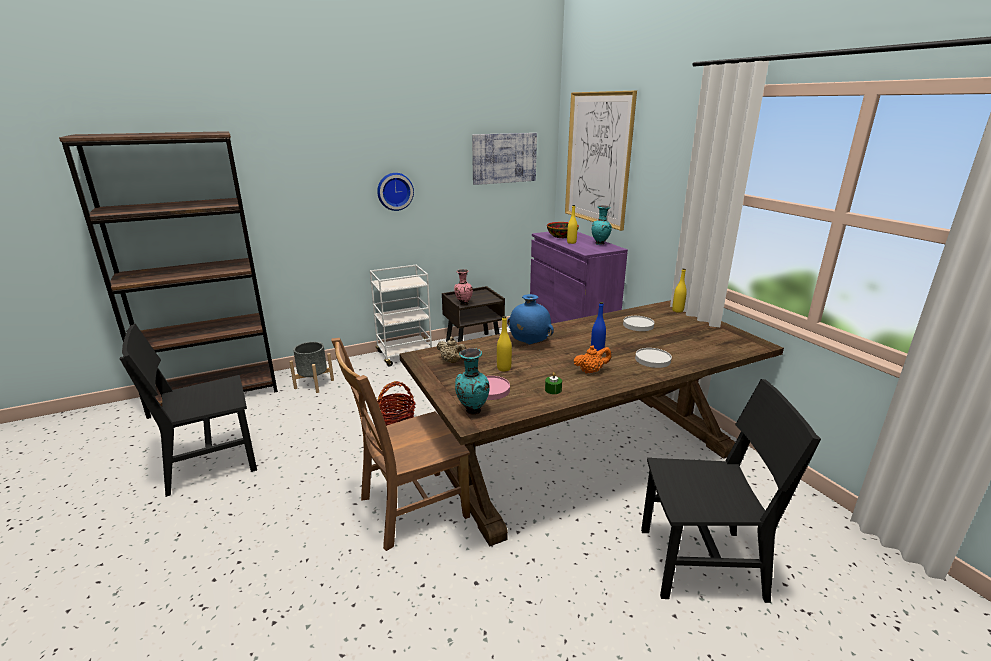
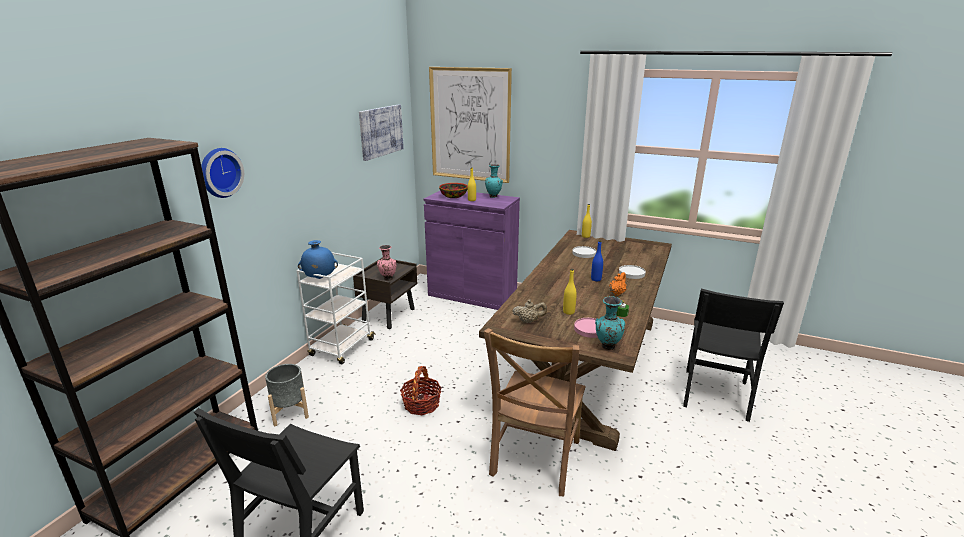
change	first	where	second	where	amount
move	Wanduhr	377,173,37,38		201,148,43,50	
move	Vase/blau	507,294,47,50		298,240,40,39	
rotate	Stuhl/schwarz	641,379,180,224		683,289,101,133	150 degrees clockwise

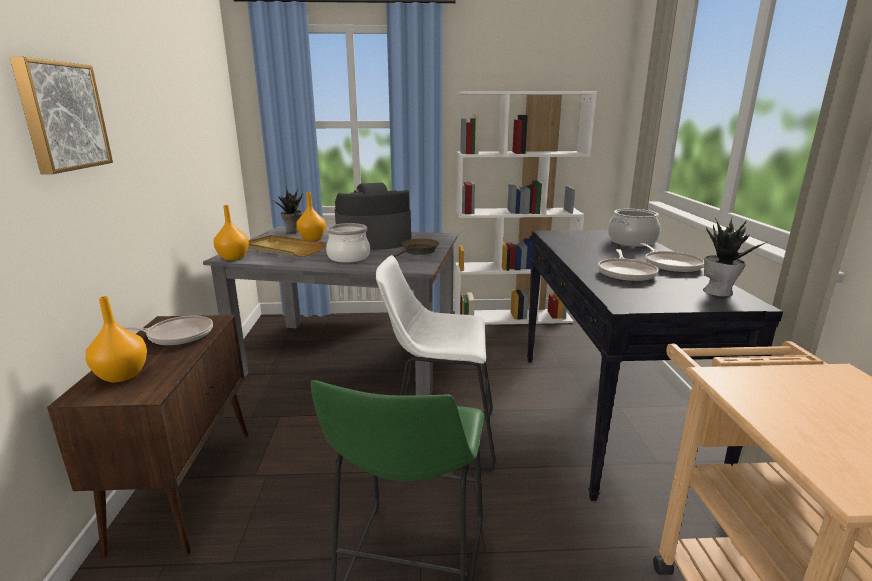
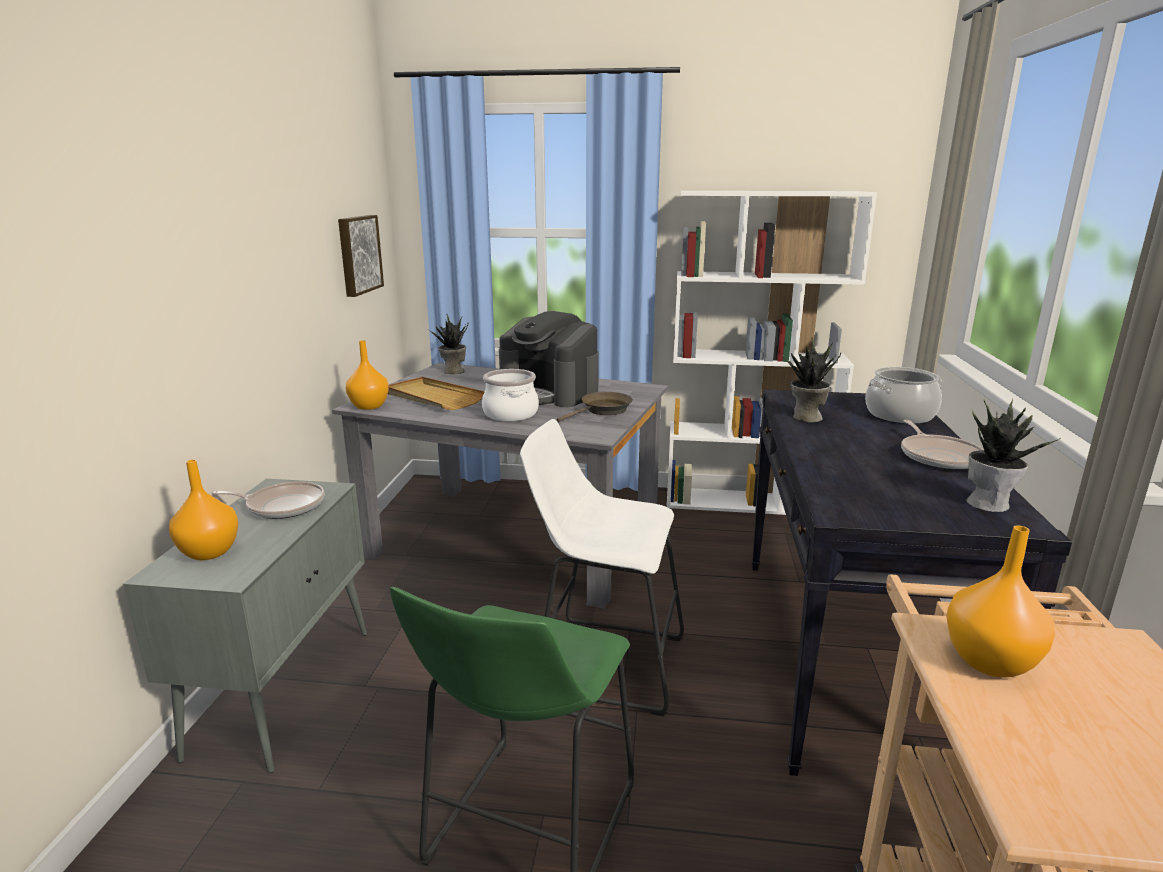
change	first	where	second	where	amount
move	Bild	10,57,103,117		338,215,46,82	
recolor	Schrank/braun	47,315,201,243	Schrank/grau	123,479,244,294	
move	Vase/orange	296,192,30,49		947,525,108,153	
rotate	Kaffeemaschine	335,183,76,67		499,311,100,96	135 degrees counterclockwise
delete	Pfanne	598,249,61,33			
insert			Topfpflanze	782,337,59,85	

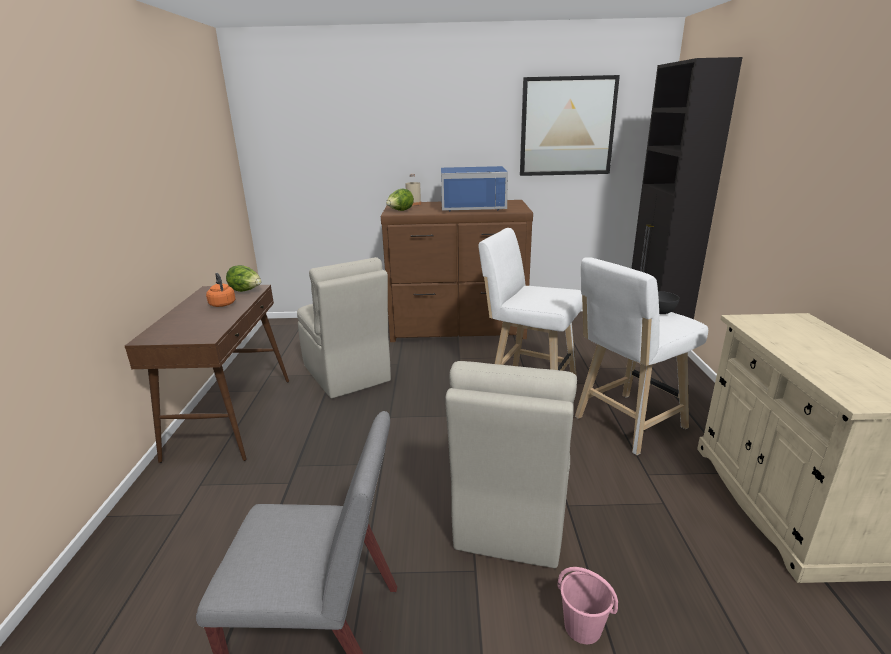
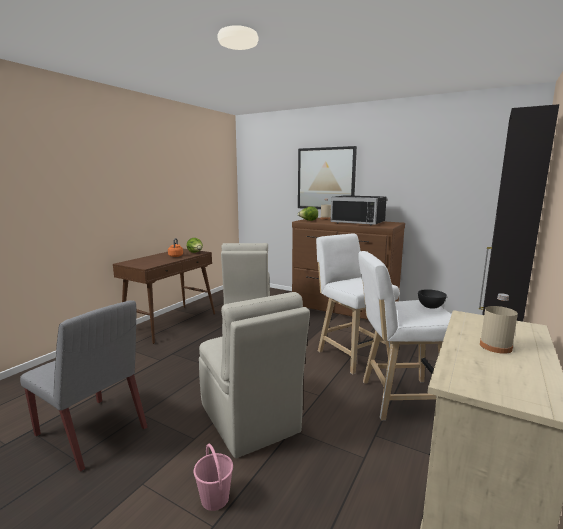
change	first	where	second	where	amount
recolor	Mikrowelle/blau	441,166,67,45	Mikrowelle/schwarz	330,195,57,31	
rotate	Stuhl/beige	445,361,132,207		199,292,111,166	75 degrees counterclockwise
move	Bild	520,75,100,101		298,146,59,63	
insert			Flasche/beige	480,293,38,61	

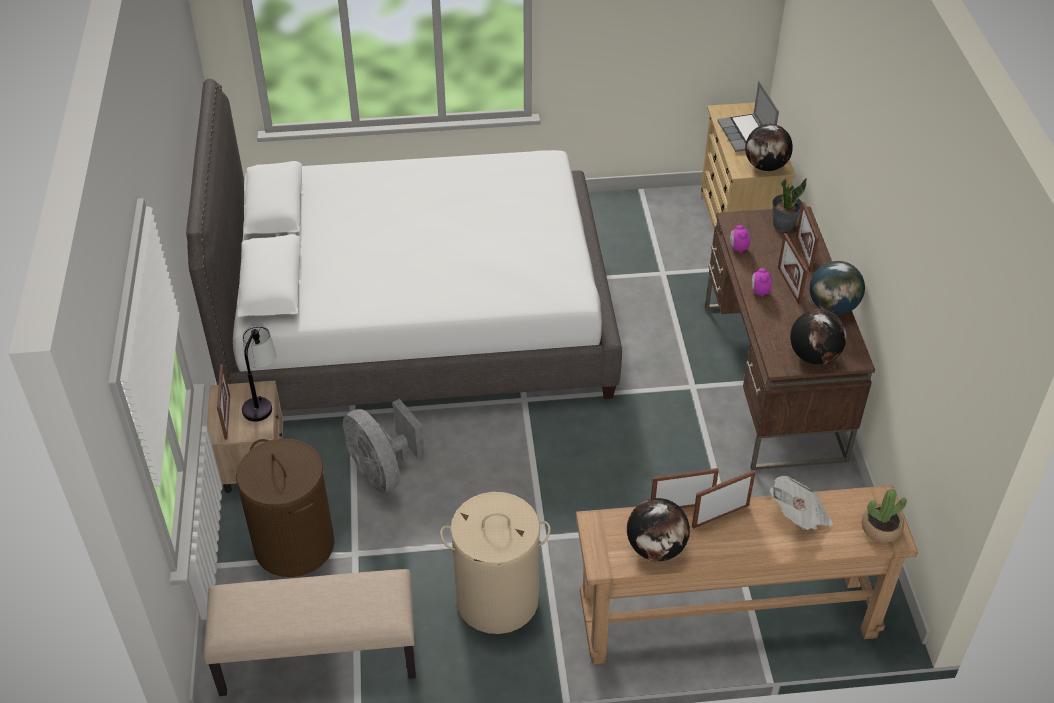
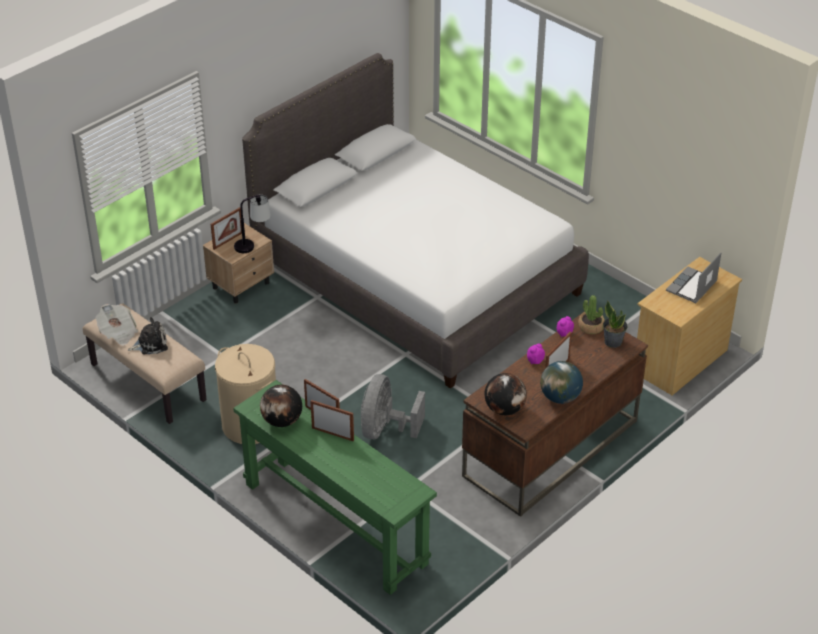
change	first	where	second	where	amount
delete	Wäschekorb/braun	236,438,99,139			
move	Ventilator/grau	343,399,82,94		361,374,64,65	
recolor	Konsolentisch/braun	576,485,342,179	Konsolentisch/grün	233,380,204,215	
delete	Globus	745,124,48,47			
move	Zeitung	770,476,63,54		96,304,42,42	
delete	Bilderrahmen	796,202,23,70			
move	Topfpflanze	861,489,46,54		578,295,27,39	
insert			Plüschtier	128,317,40,37	

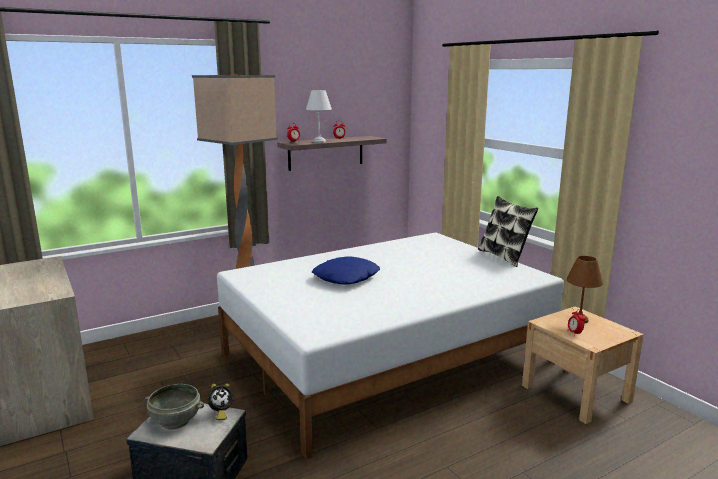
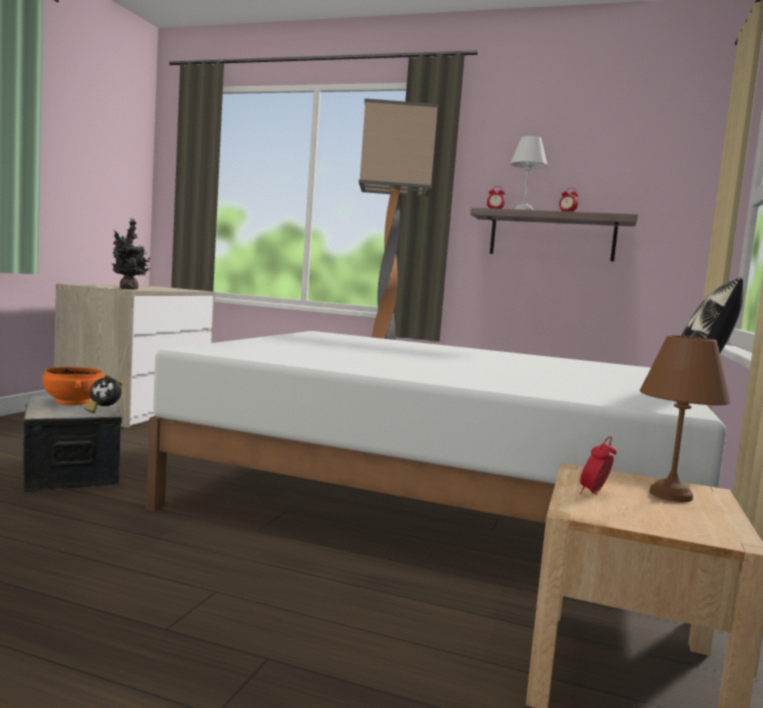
change	first	where	second	where	amount
recolor	Schüssel/grau	144,384,60,45	Schüssel/orange	42,367,62,38	
delete	Kissen/blau	312,256,68,29			
insert			Topfpflanze	112,218,39,71	

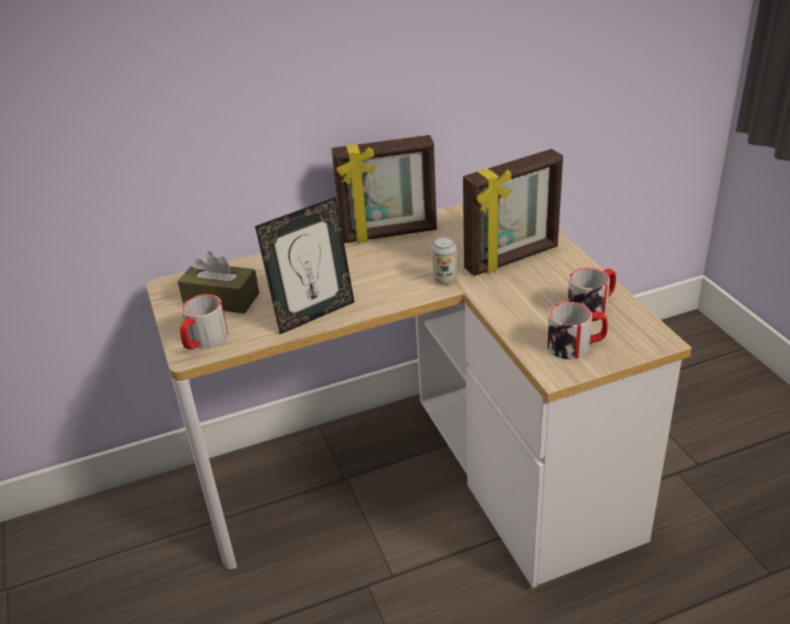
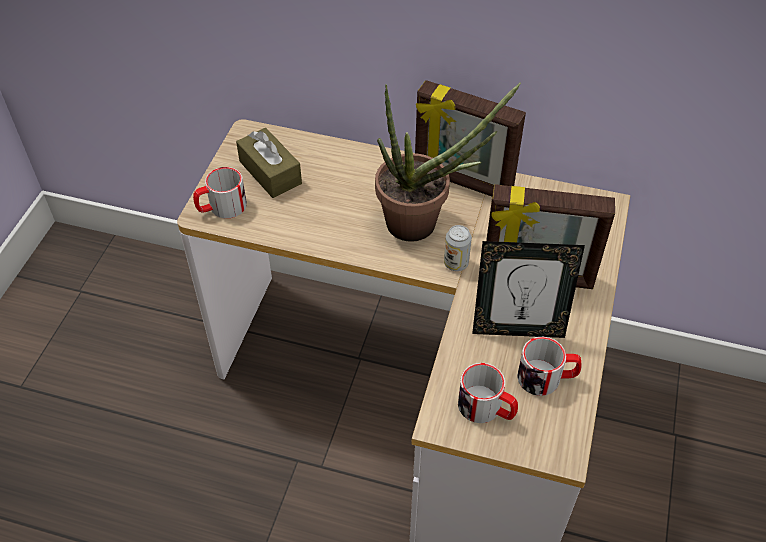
change	first	where	second	where	amount
move	Bilderrahmen	255,197,99,137		472,241,113,97	
insert			Topfpflanze	375,82,146,160	

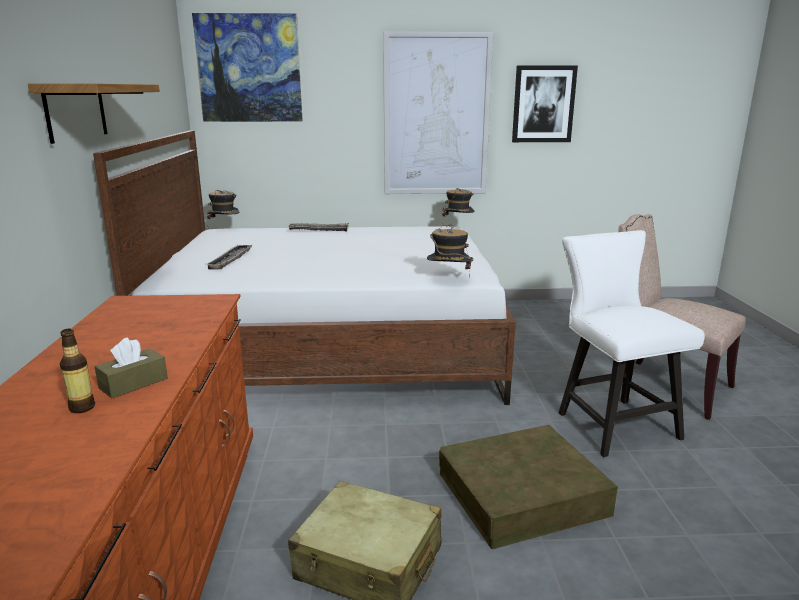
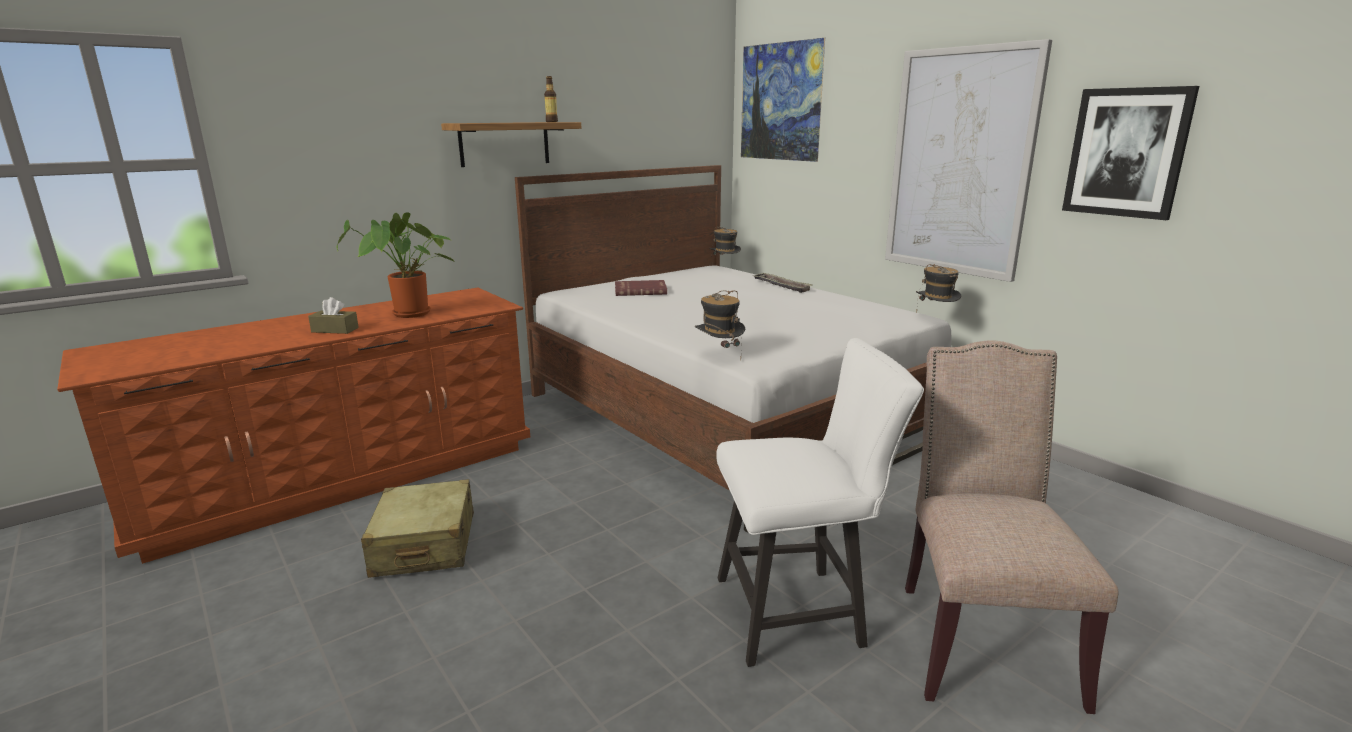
change	first	where	second	where	amount
move	Flasche	60,329,35,84		544,76,14,46	
replace	Tablett	205,245,47,25	Buch/rot	615,280,52,16	
delete	Aufbewahrungsbox/braun	439,425,179,124			
rotate	Stuhl/weiß	559,230,146,227		716,338,208,329	45 degrees clockwise
insert			Topfpflanze	337,212,118,106	

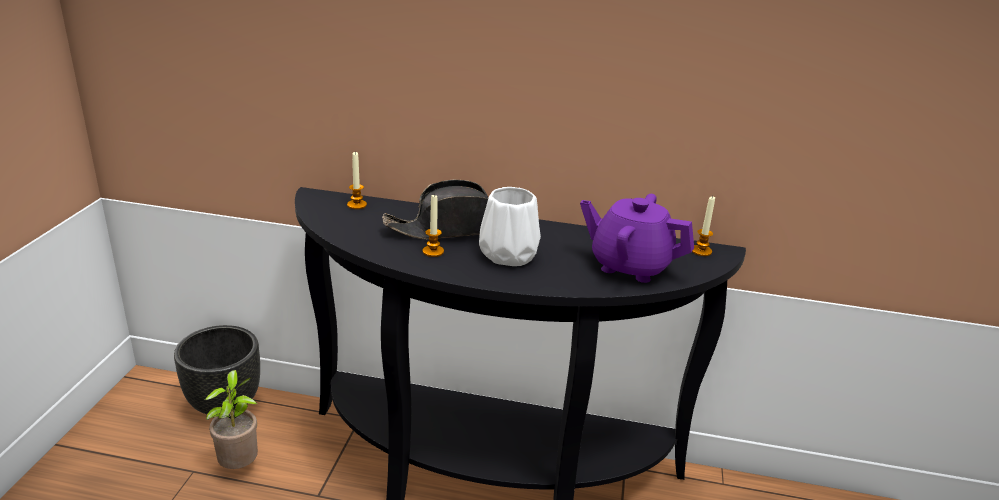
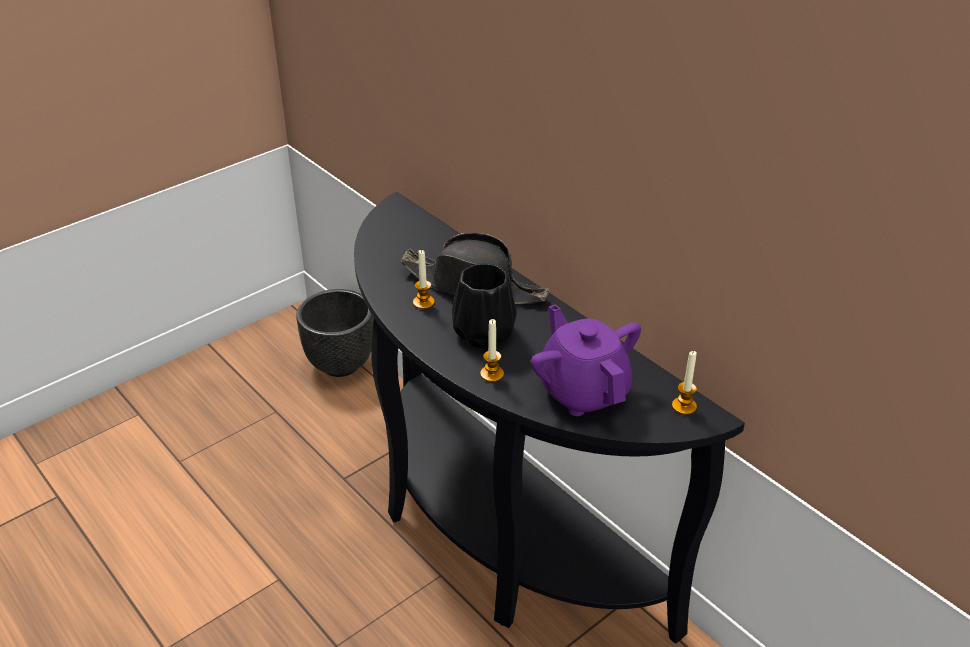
change	first	where	second	where	amount
delete	Topfpflanze	204,370,54,99			
move	Kerze	347,152,20,57		480,319,24,63	
recolor	Vase/weiß	479,187,62,79	Vase/schwarz	452,263,65,85	

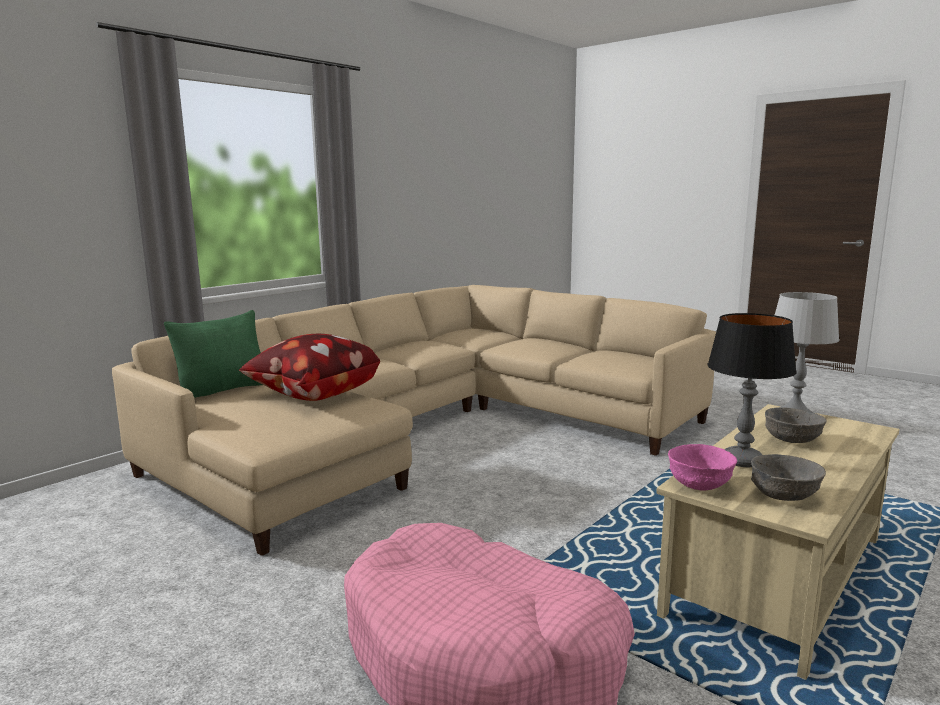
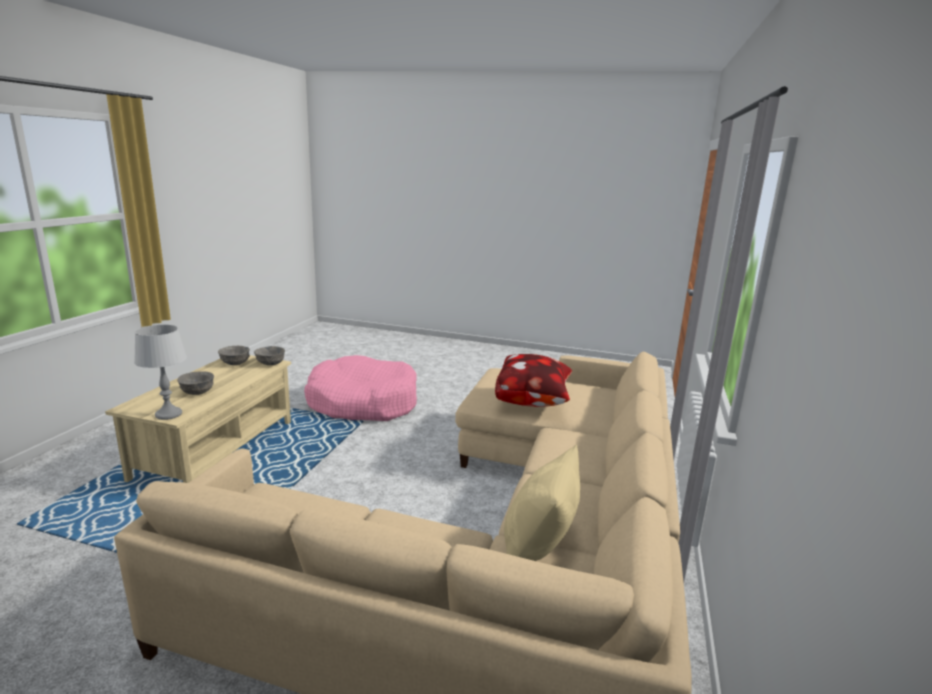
change	first	where	second	where	amount
delete	Kissen/grün	164,310,98,88			
recolor	Schüssel/rosa	668,444,69,47	Schüssel/grau	254,346,31,19	
delete	Tischlampe	707,313,90,155			
insert			Kissen/beige	504,445,76,116	

